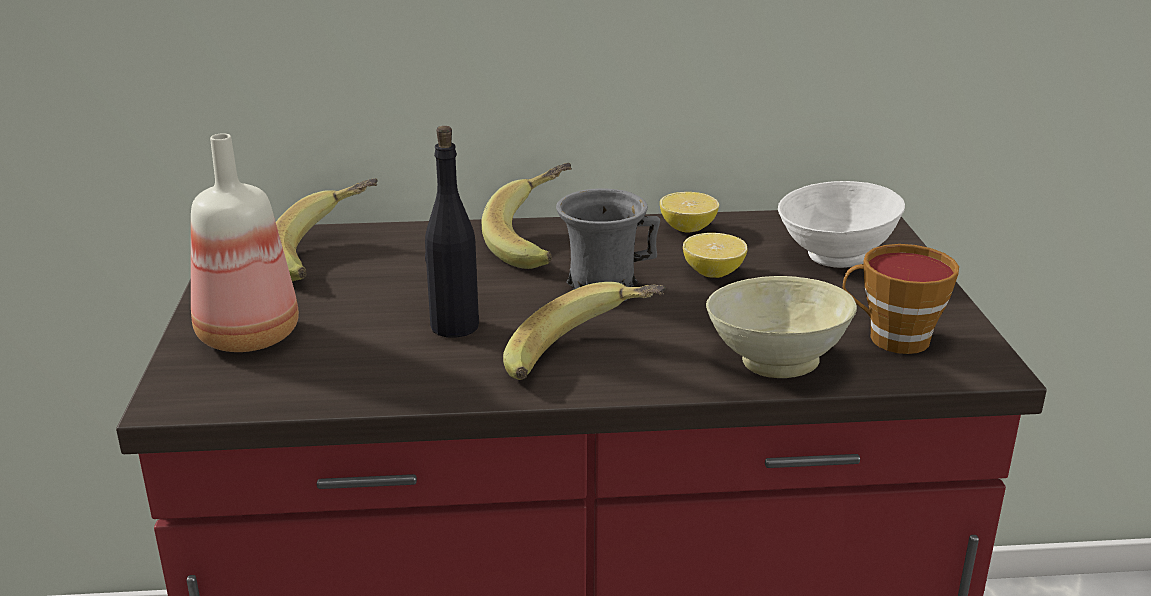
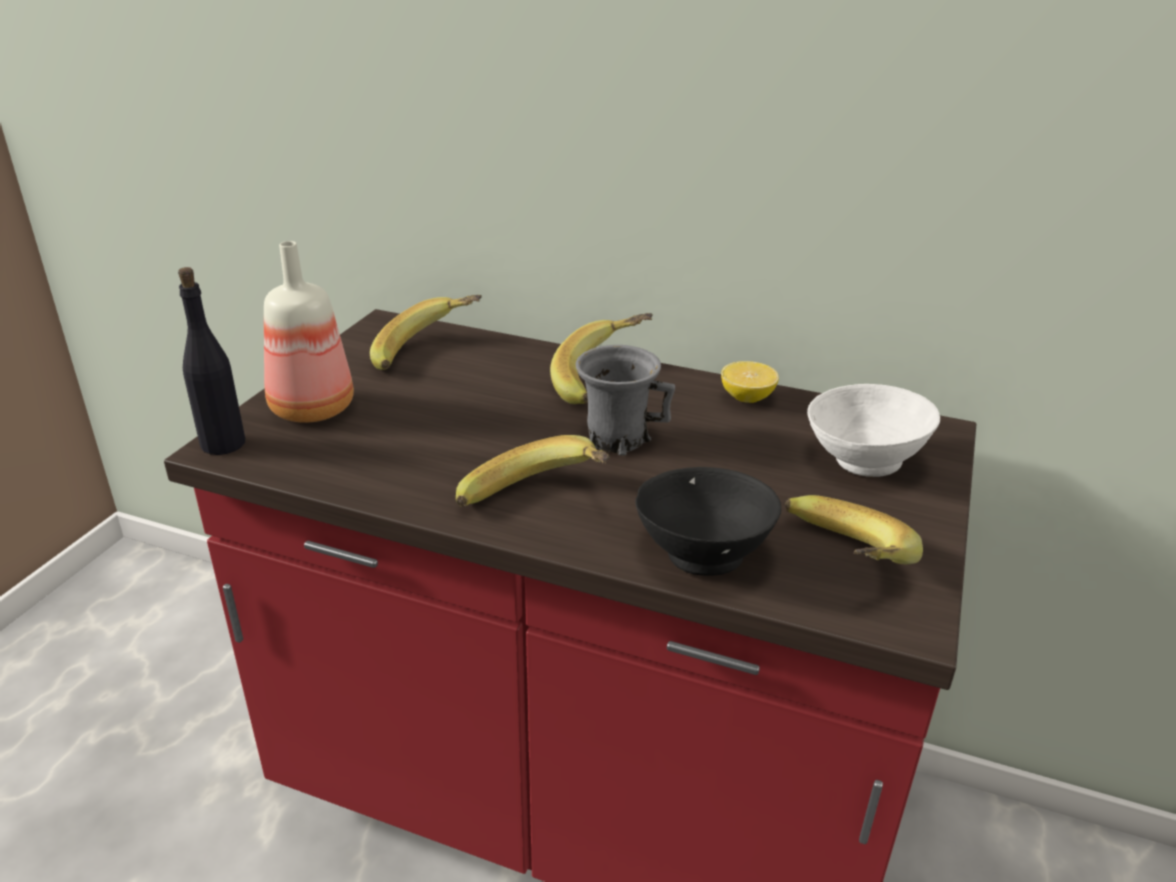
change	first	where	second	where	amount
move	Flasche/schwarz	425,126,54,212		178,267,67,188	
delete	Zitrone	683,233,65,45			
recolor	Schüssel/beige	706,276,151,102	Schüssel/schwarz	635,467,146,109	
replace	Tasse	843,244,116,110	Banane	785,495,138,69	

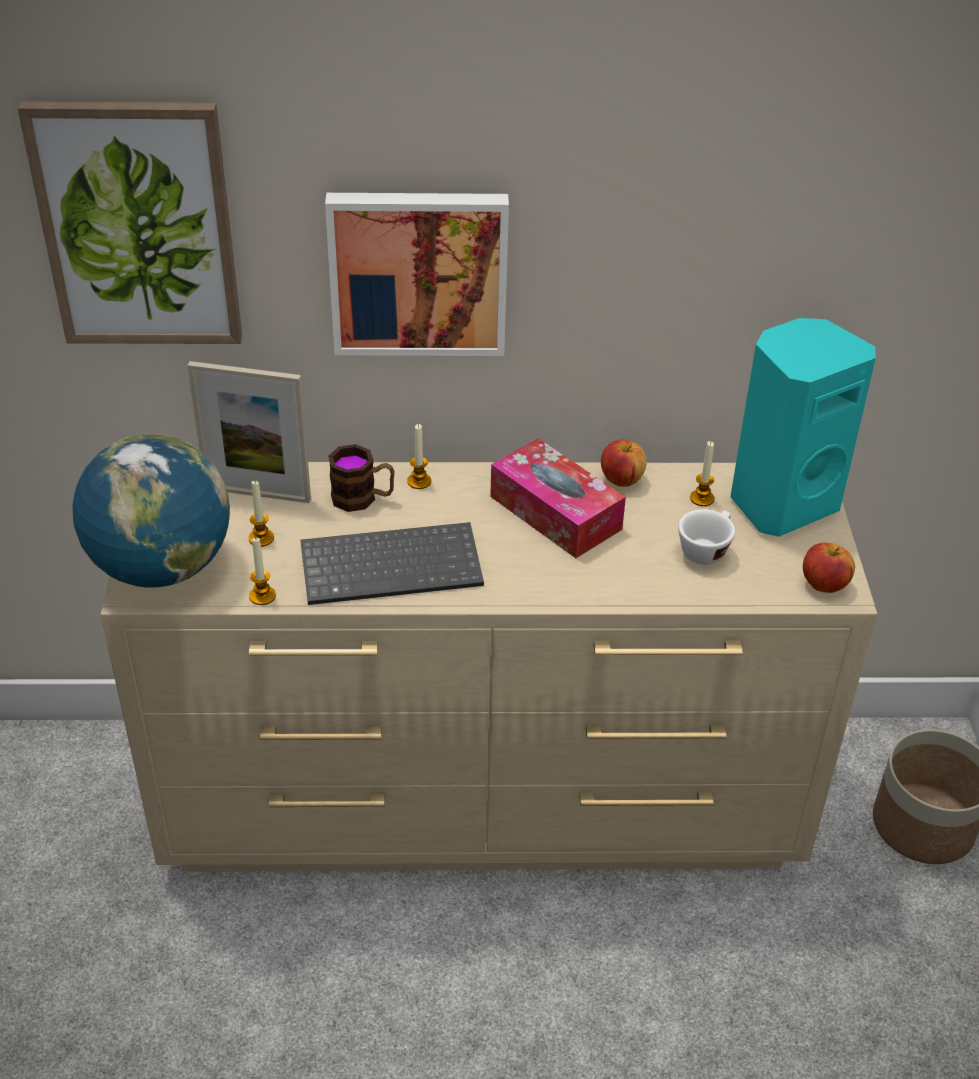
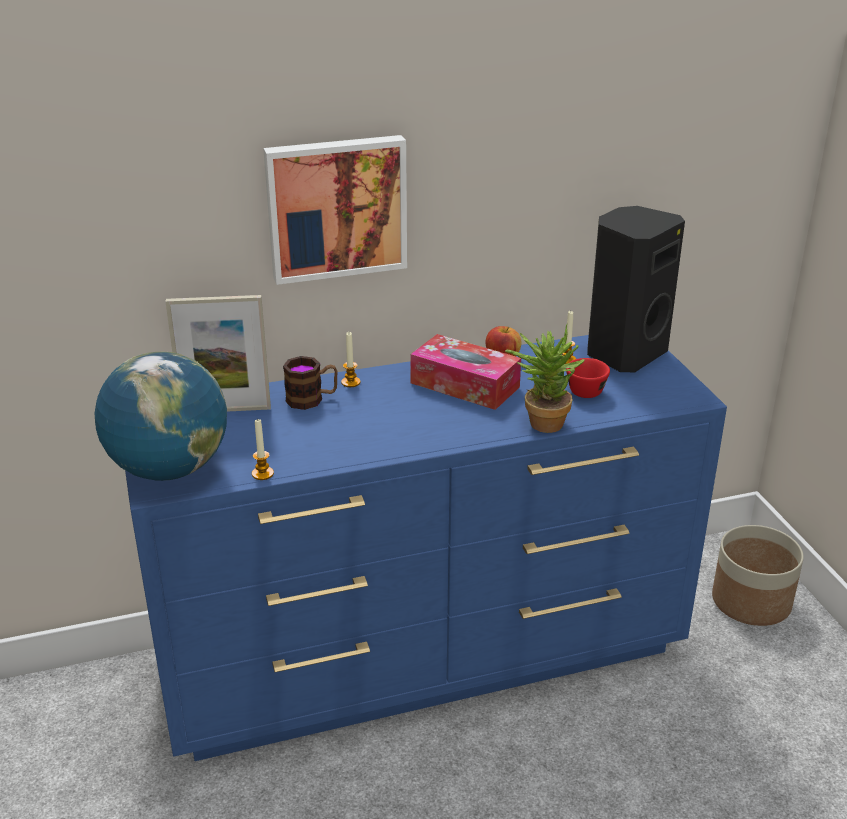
change	first	where	second	where	amount
delete	Bild	18,101,224,243			
recolor	Kommode/beige	100,462,777,410	Kommode/blau	125,335,602,426	
delete	Kerze	248,481,26,66			
delete	Tastatur	300,522,184,83			
recolor	Tasse/weiß	678,509,57,56	Tasse/rot	566,358,44,40	
recolor	Lautsprecher/türkis	730,318,146,219	Lautsprecher/schwarz	587,206,98,166	
delete	Apfel	803,542,52,51			
insert			Topfpflanze	505,324,80,109	

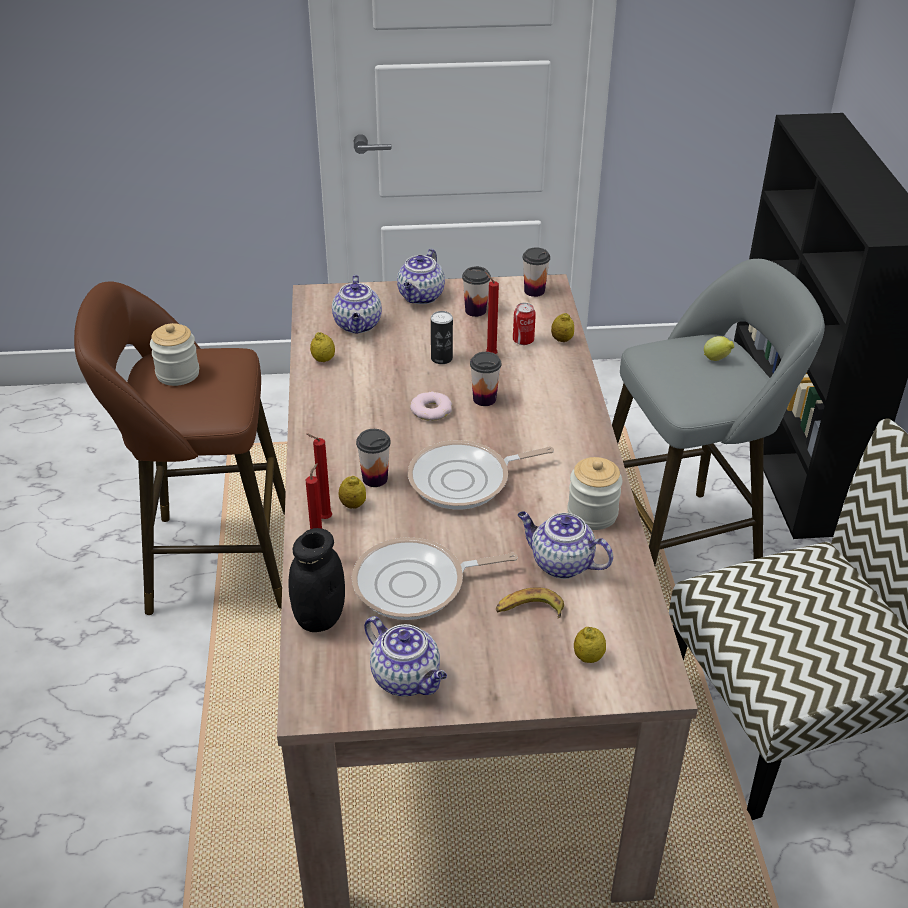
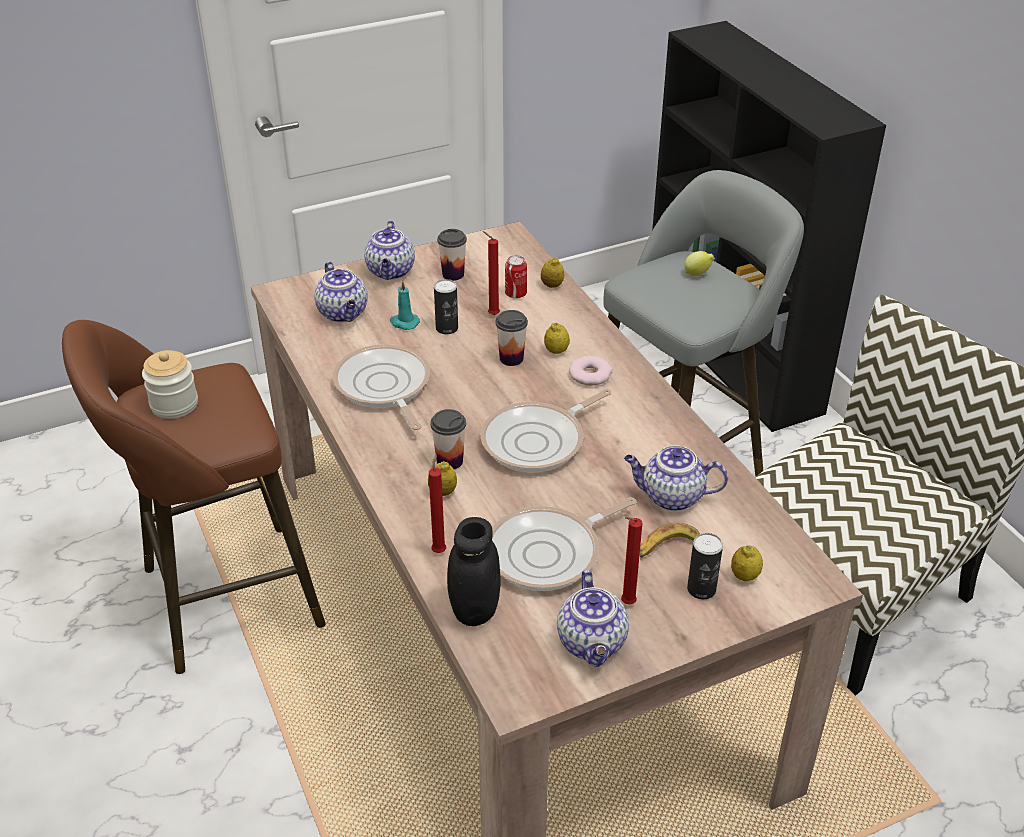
change	first	where	second	where	amount
move	Kerze/rot	306,434,26,85		621,517,21,87	
move	Zitrone	310,332,25,30		544,323,26,31	
rotate	Teekanne	364,616,83,80		557,570,72,97	60 degrees clockwise
move	Donut	410,392,42,29		569,356,44,30	
delete	Tasse	523,247,27,50			
delete	Vorratsglas	567,457,55,73			
insert			Pfanne	333,344,97,86	
insert			Kerze/türkis	390,280,30,50	
insert			Dose	687,533,36,66	

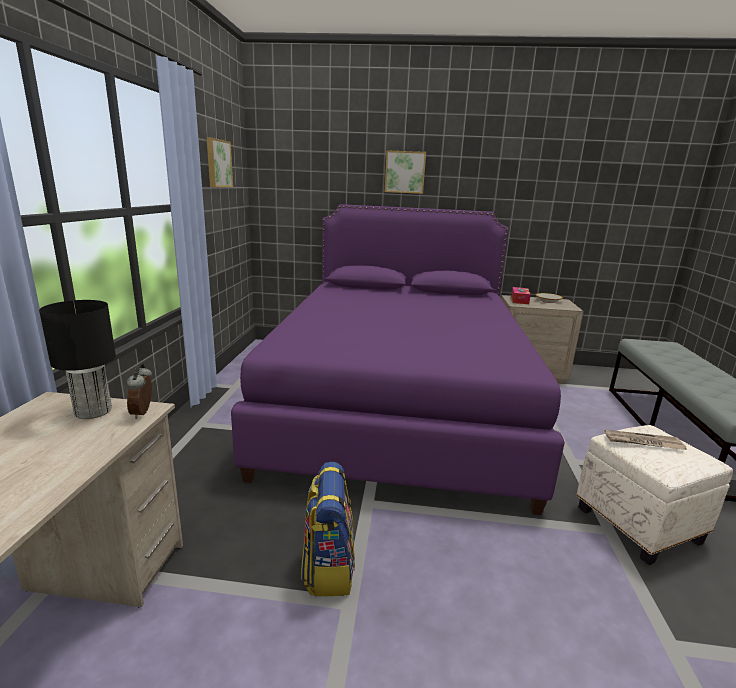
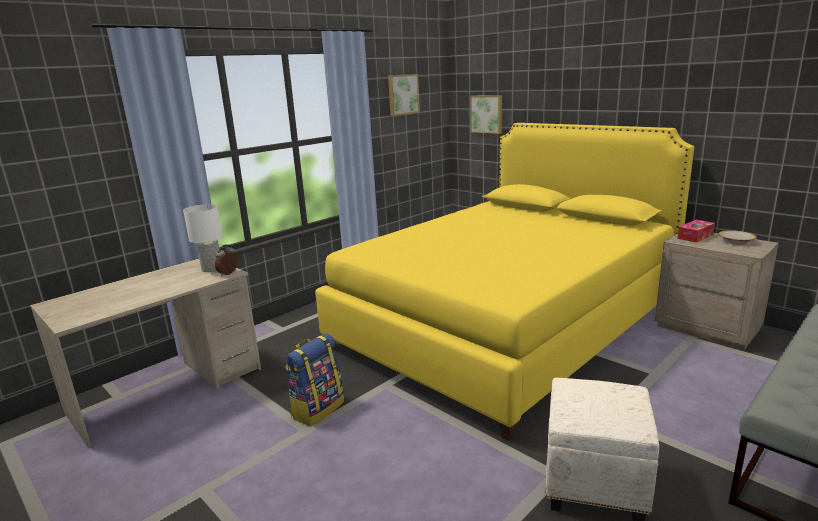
change	first	where	second	where	amount
recolor	Tischlampe/schwarz	39,300,77,119	Tischlampe/weiß	183,204,39,68	
recolor	Bett/lila	231,204,334,311	Bett/gelb	315,123,379,318	
move	Bild	385,150,41,44		470,95,32,39	
delete	Zeitung	604,430,83,20			

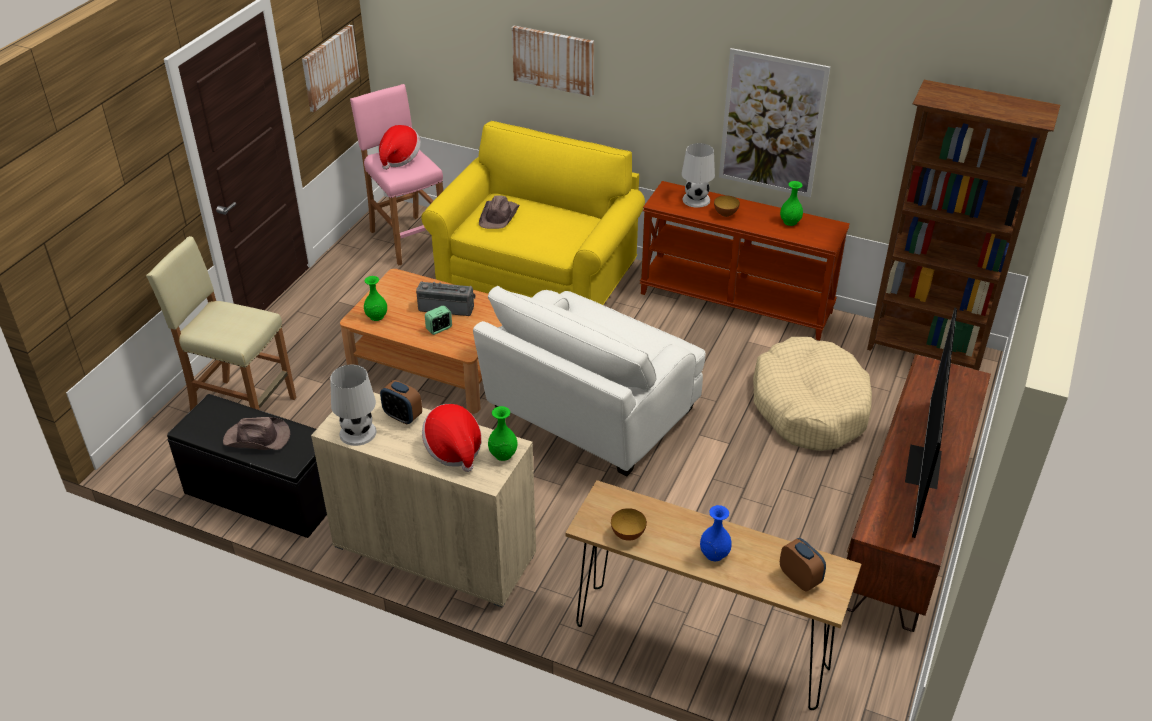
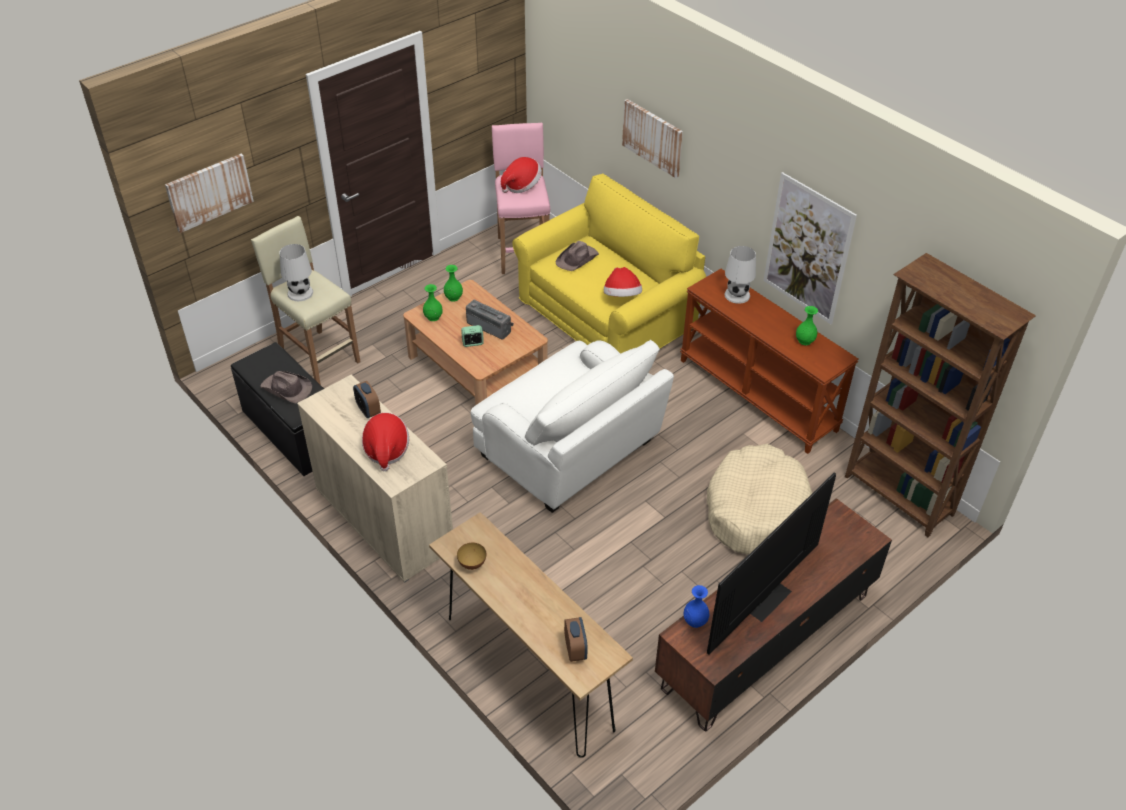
change	first	where	second	where	amount
move	Bild	302,25,58,87		165,154,89,79	
move	Tischlampe/weiß	330,364,47,82		279,244,34,57	
rotate	Sessel/weiß	473,286,233,191		471,340,203,173	105 degrees counterclockwise
move	Vase/grün	488,406,30,55		444,265,19,37	
move	Vase/blau	700,505,32,56		684,585,25,43	
delete	Schüssel	714,195,26,22			
insert			Hut	604,267,38,30	

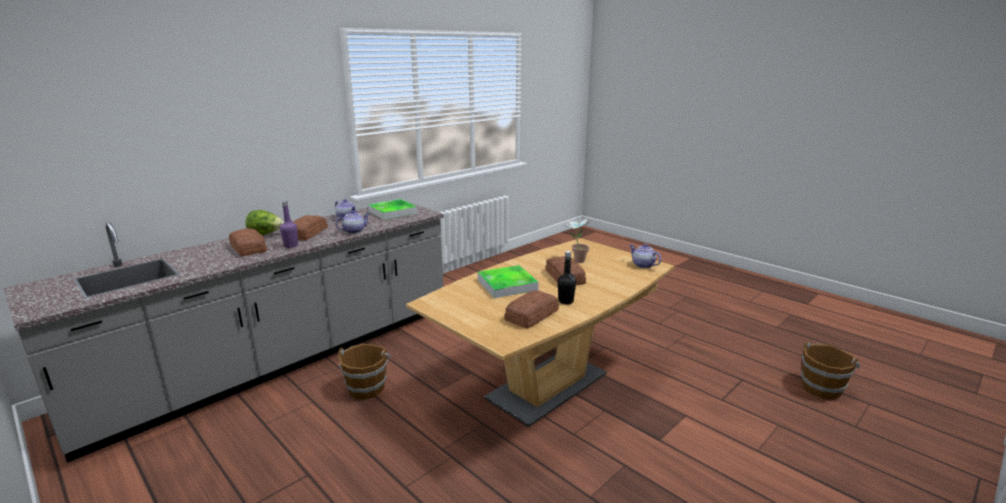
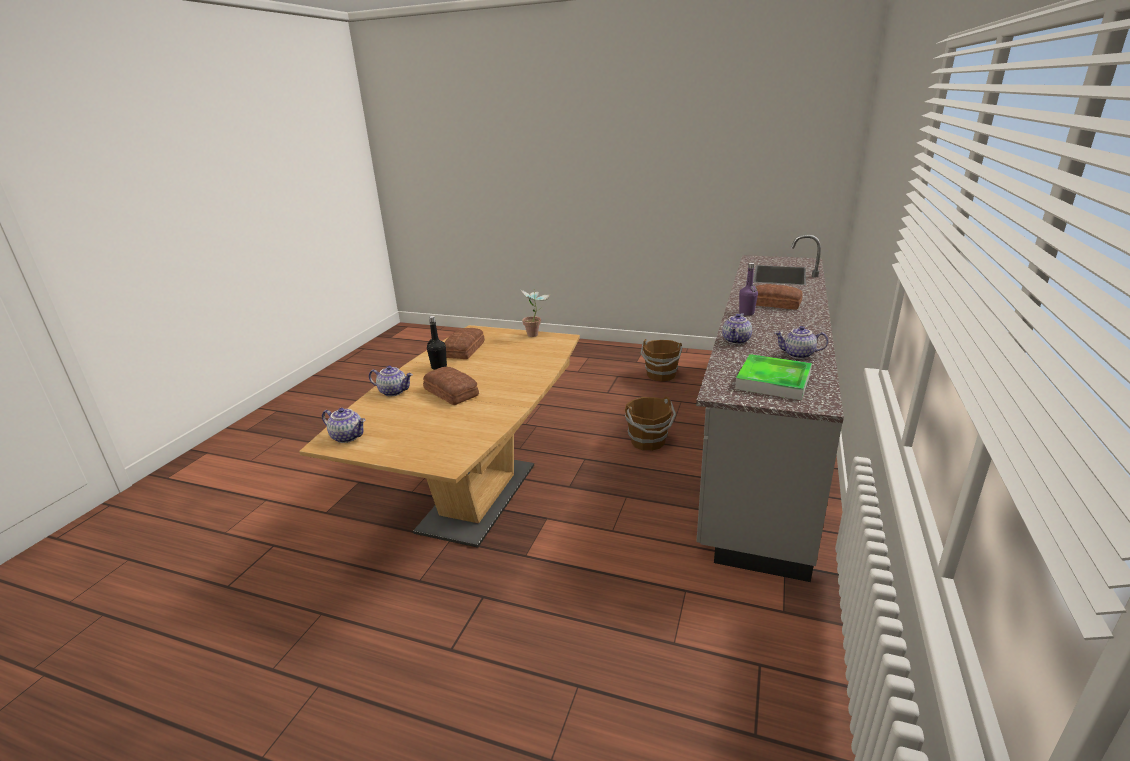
change	first	where	second	where	amount
delete	Salatkopf	246,210,38,25			
delete	Brot	293,215,35,25			
delete	Tablett	478,265,61,33			
move	Topfpflanze	564,218,26,45		521,289,30,48	
move	Eimer/braun	801,340,59,60		640,339,43,43	
insert			Teekanne	369,366,44,31	

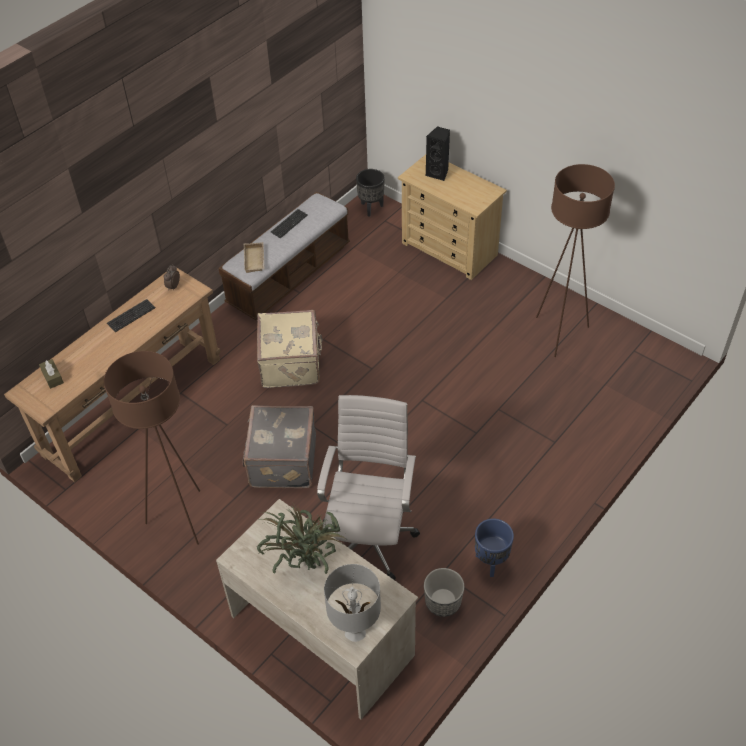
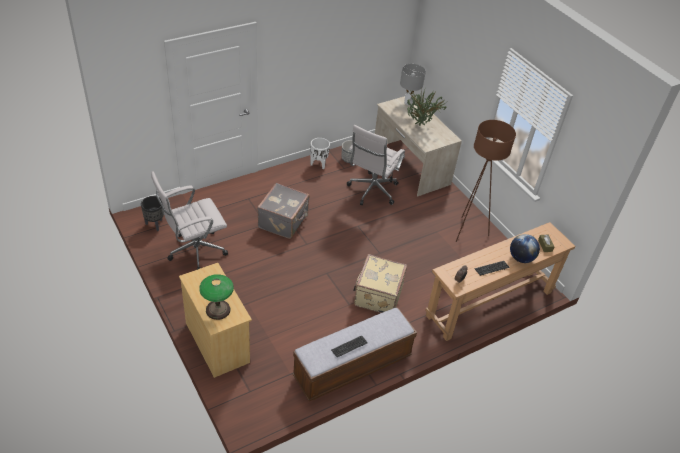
change	first	where	second	where	amount
move	Koffer/grau	243,405,73,83		257,183,53,56	
delete	Tablett/beige	244,242,21,31			
move	Pflanzkübel/schwarz	356,169,29,48		141,196,23,35	
replace	Lautsprecher/schwarz	426,126,24,55	Tischlampe	200,274,34,46	
recolor	Pflanzkübel/blau	475,519,39,58	Pflanzkübel/weiß	311,138,19,31	
replace	Stehlampe/braun	536,164,79,193	Bürostuhl/weiß	151,171,77,99	
insert			Globus	510,234,30,29	

